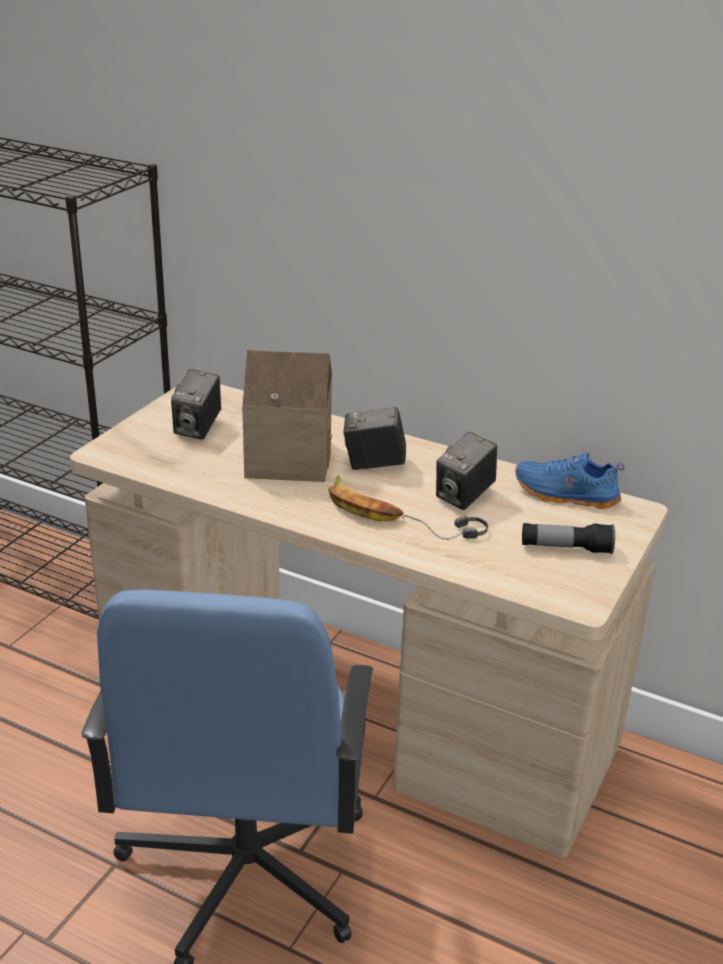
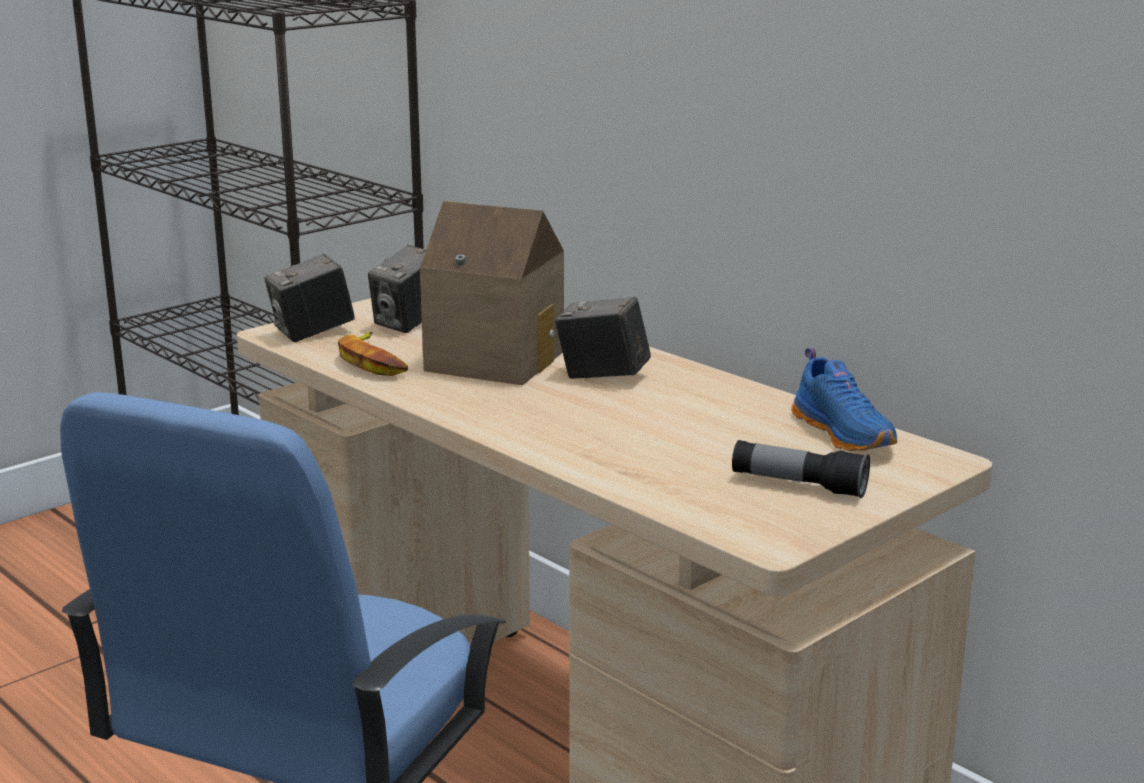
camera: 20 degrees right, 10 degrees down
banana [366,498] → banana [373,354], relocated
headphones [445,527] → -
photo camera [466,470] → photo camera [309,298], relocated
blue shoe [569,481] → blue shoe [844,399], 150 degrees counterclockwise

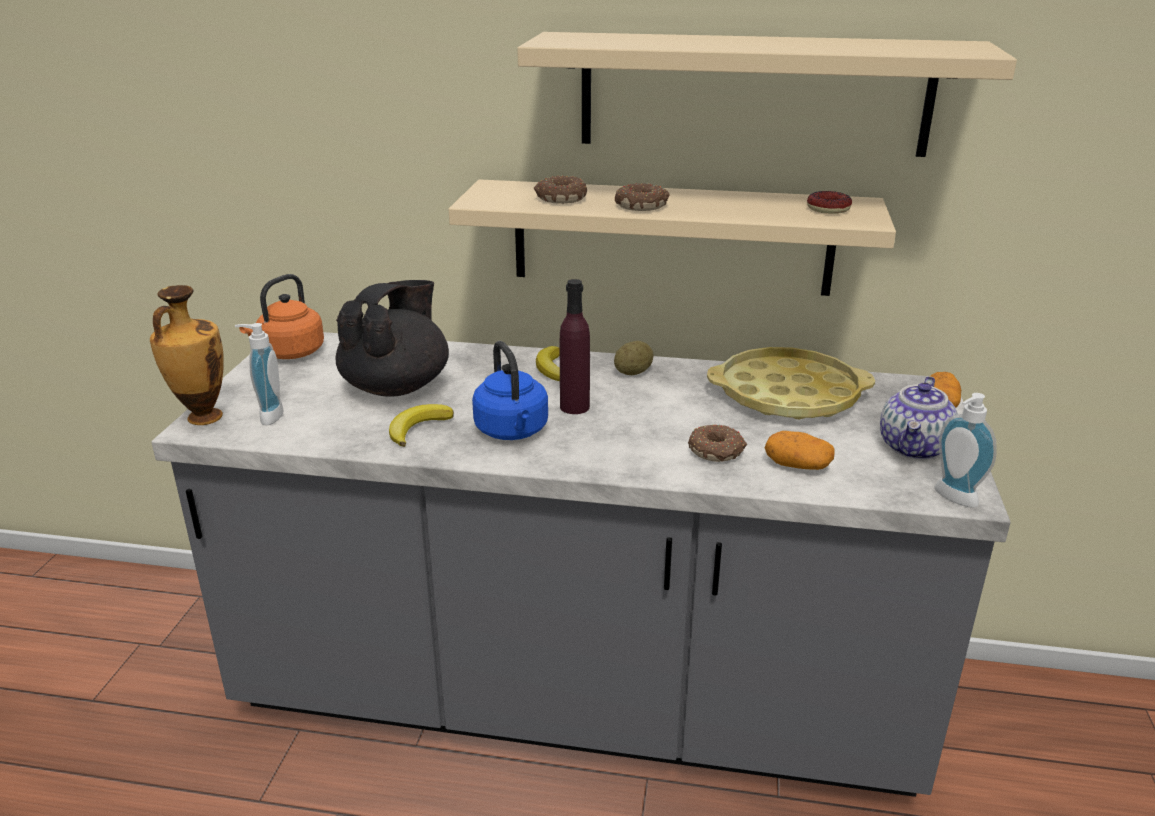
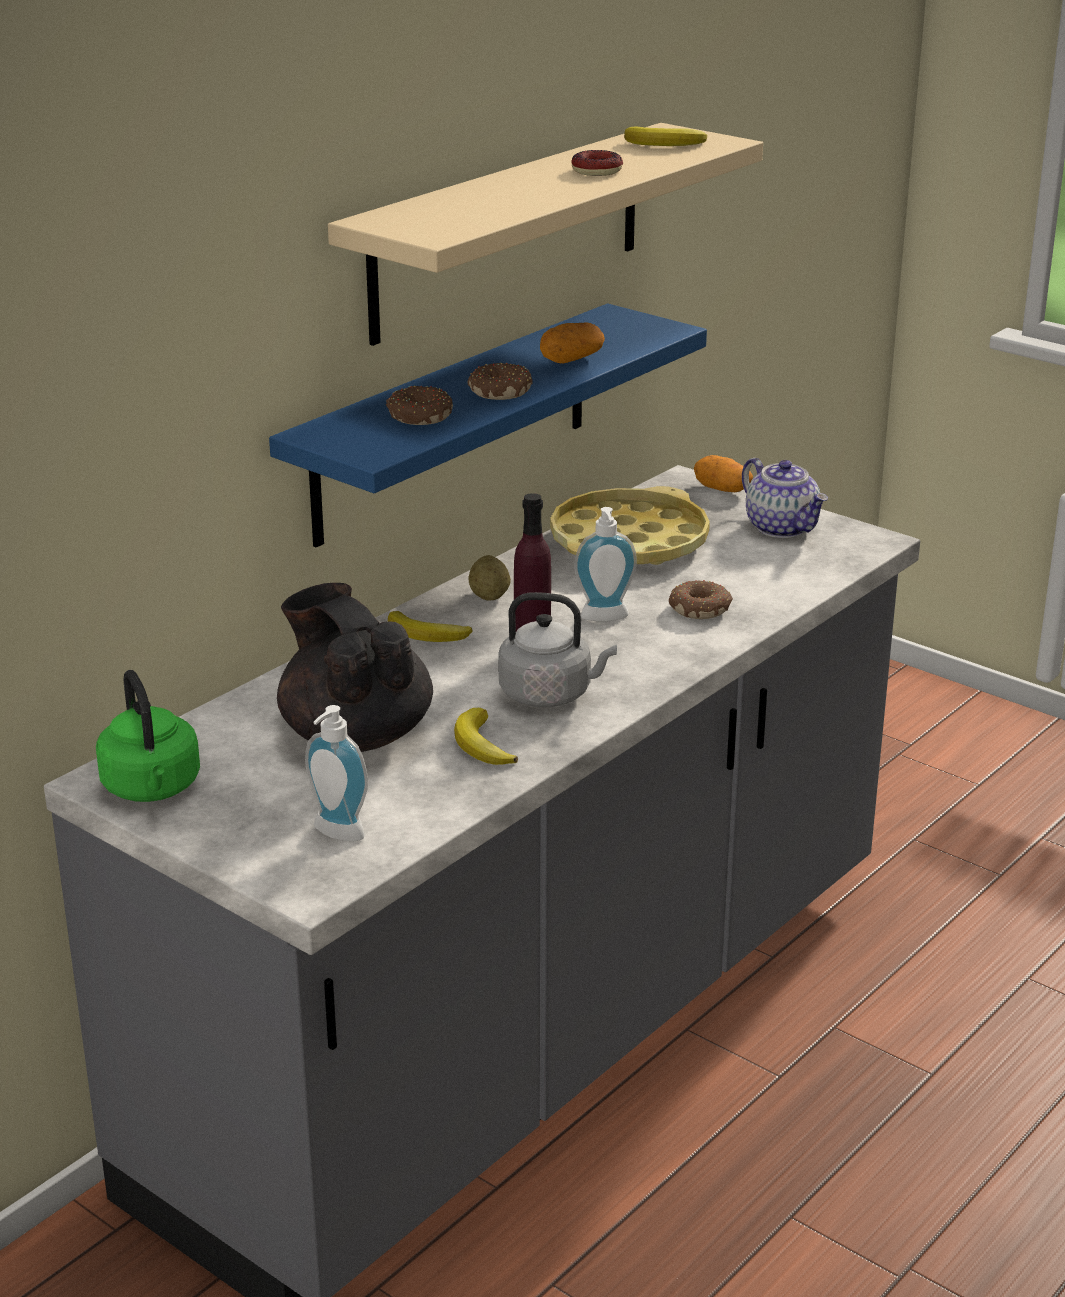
camera: 60 degrees left, 0 degrees up
vase [187,355] → -
orange kettle [281,316] → green kettle [148,736]
beige shelf [672,237] → blue shelf [488,425]
blue kettle [510,390] → grey kettle [557,649]
potato [799,450] → potato [572,343], relocated
donut [829,202] → donut [597,163], relocated
soap dispenser [966,450] → soap dispenser [605,564], relocated
- → banana [665,136]

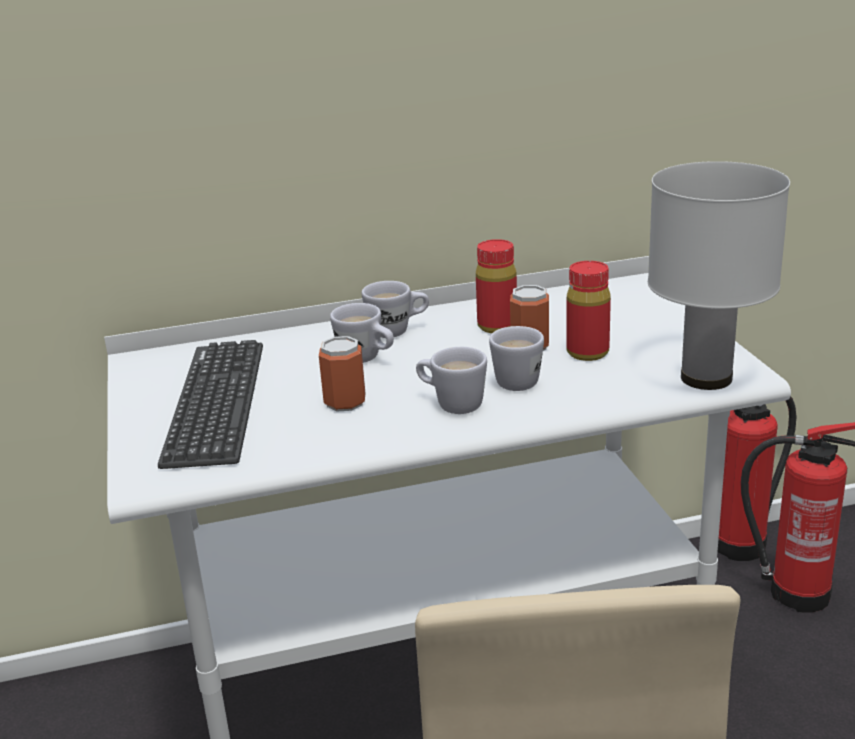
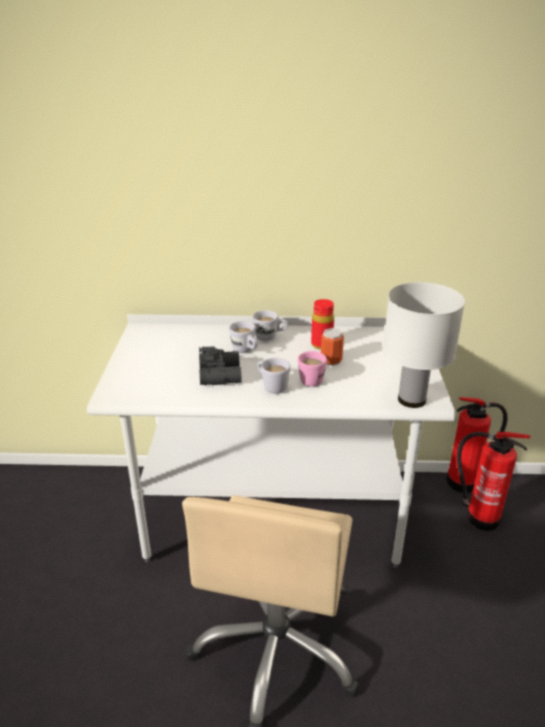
camera: 15 degrees right, 5 degrees up
keyboard [210,404] → -
can [342,373] → black binoculars [220,365]
white mug [516,358] → pink mug [312,369]
red bottle [588,311] → -

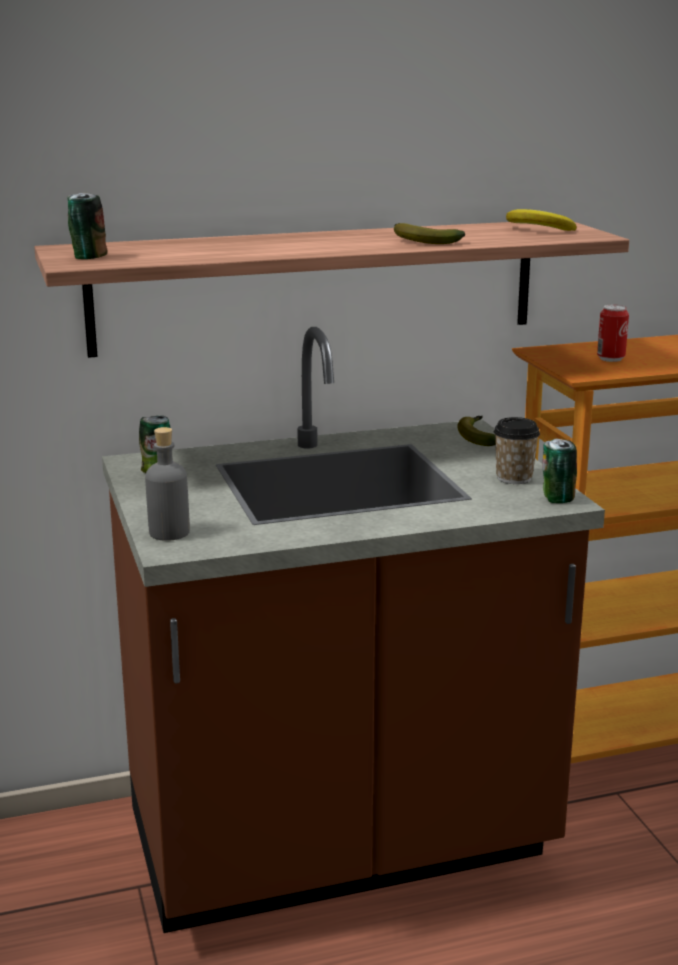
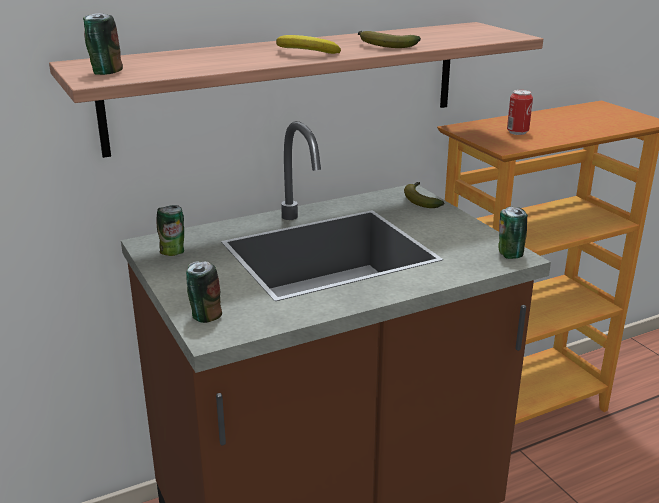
camera: 10 degrees left, 5 degrees up
grey bottle [167,484] → can [204,292]
cup [517,450] → -
banana [541,220] → banana [308,44], relocated

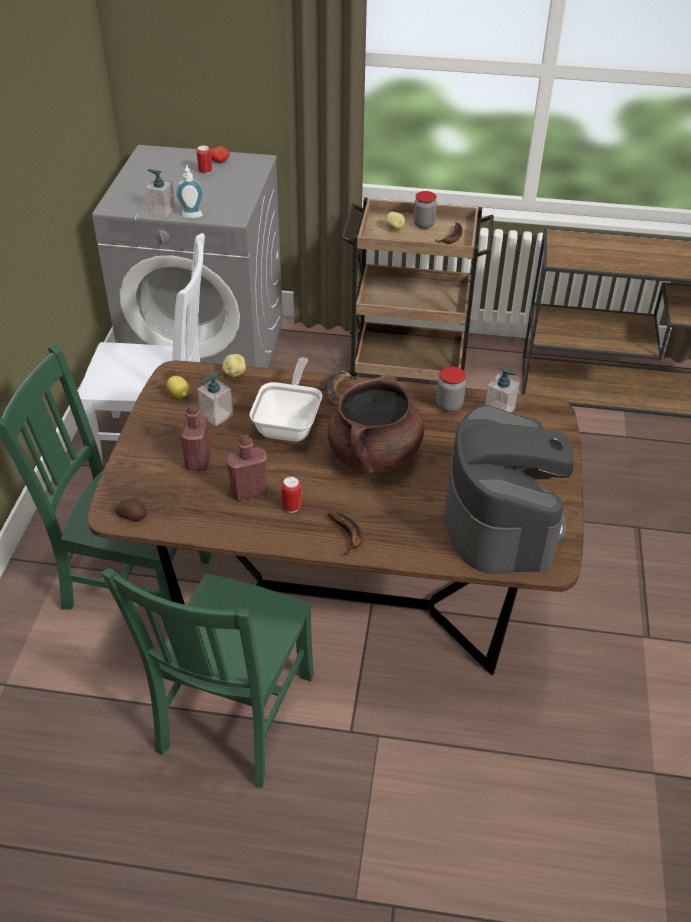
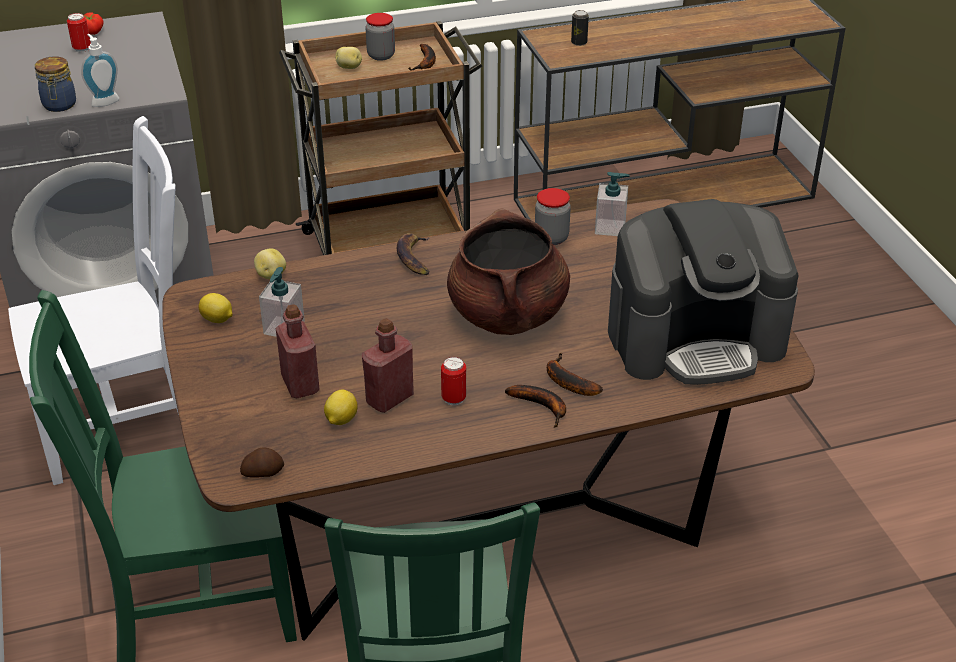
camera: 25 degrees left, 5 degrees down
soap dispenser [160,193] → jar [55,84]
frying pan [285,399] → -
coffee machine [509,489] → coffee machine [703,292], 105 degrees clockwise
- → lemon [340,407]
- → banana [575,374]
- → can [580,28]

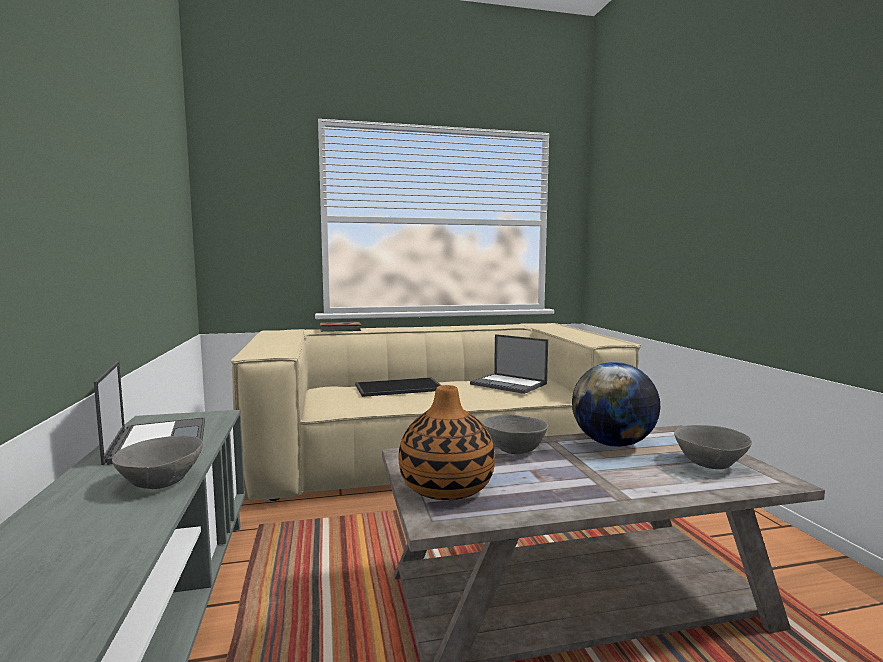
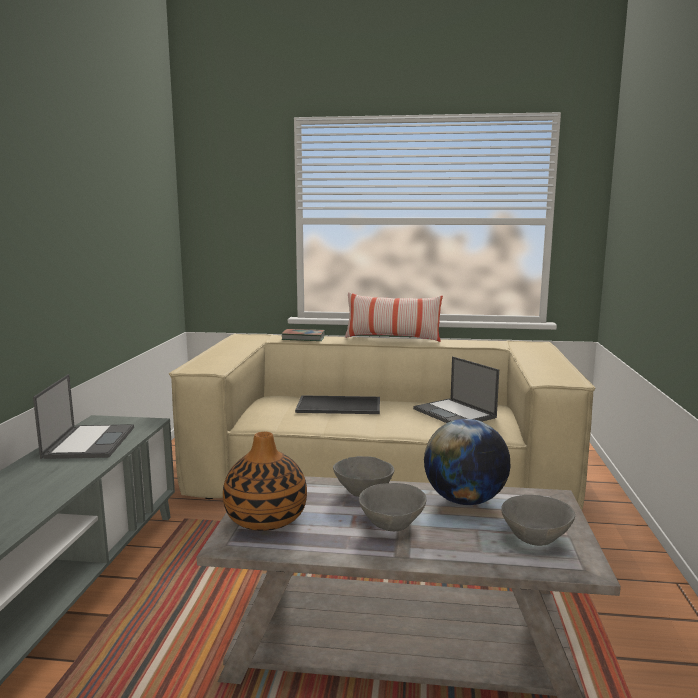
camera: 20 degrees right, 5 degrees up
grey bowl [157,462] → grey bowl [393,507], relocated
- → pillow [394,317]

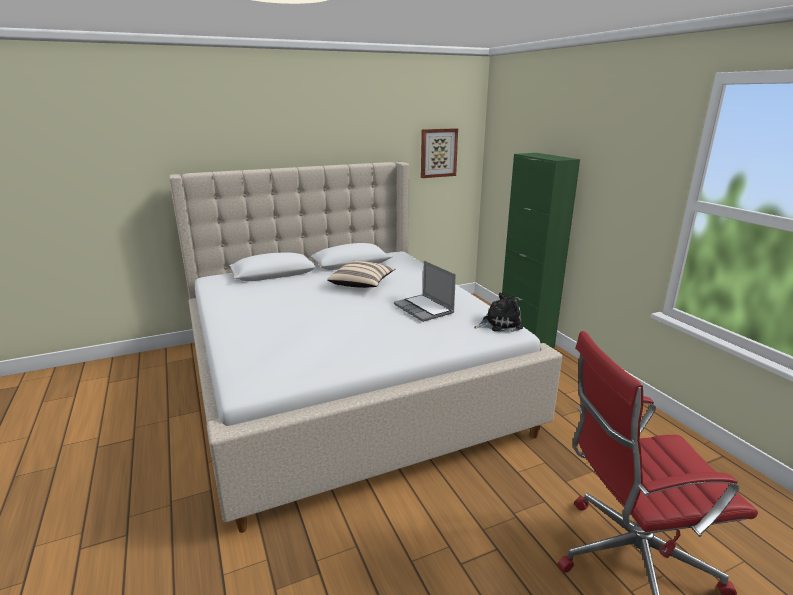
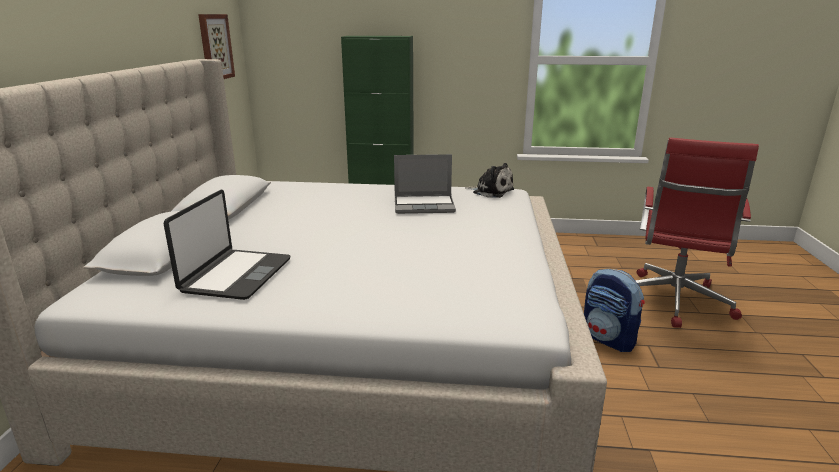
camera: 60 degrees left, 0 degrees up
beige pillow [361,274] → -
plush toy [498,312] → plush toy [489,180], 105 degrees clockwise
- → laptop [227,245]
- → backpack [614,310]

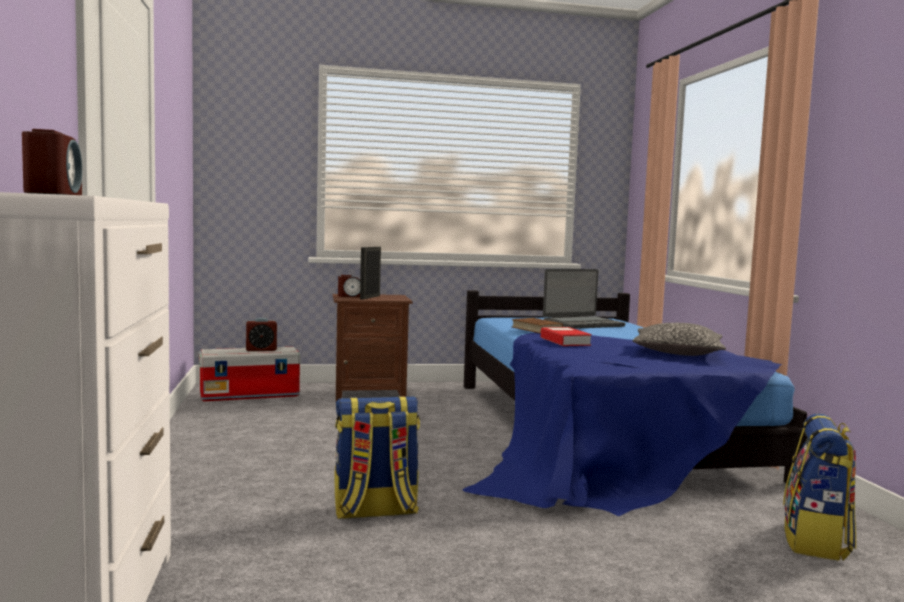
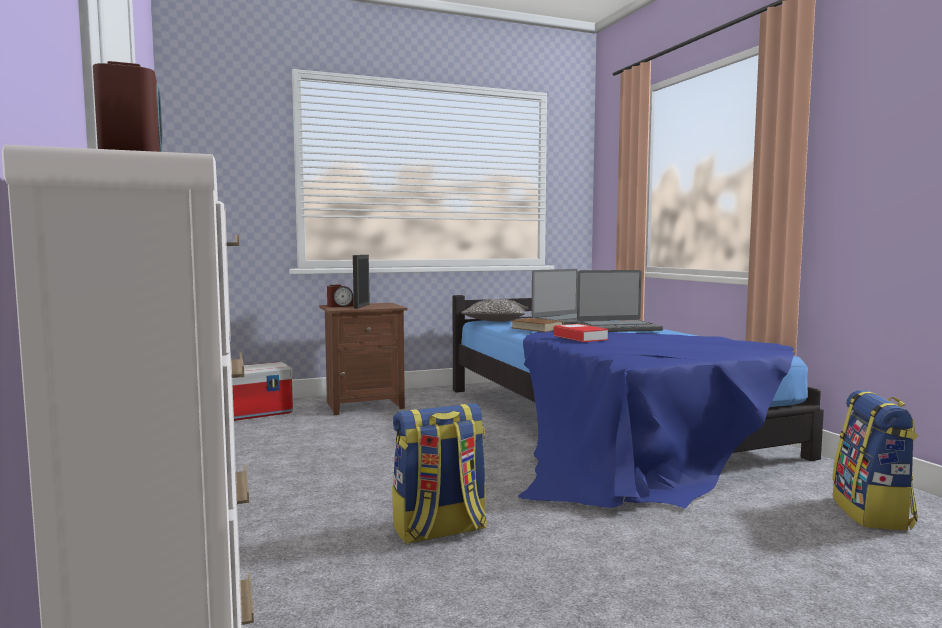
camera: 10 degrees left, 0 degrees up
alarm clock [261,334] → -
pillow [679,339] → pillow [494,310], relocated
- → laptop [620,301]

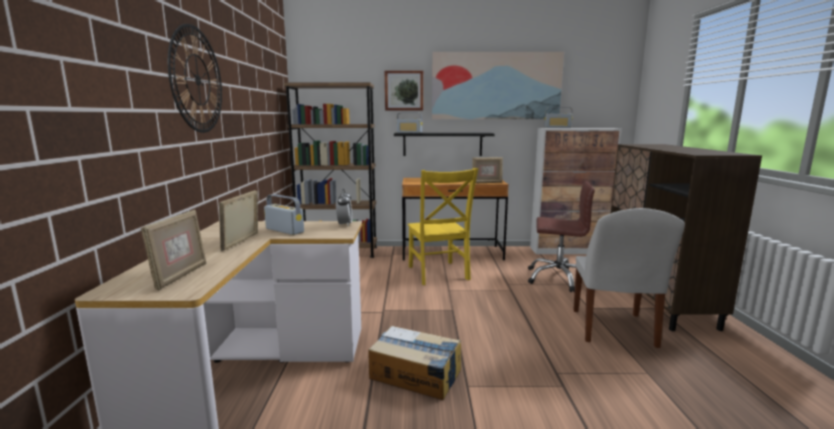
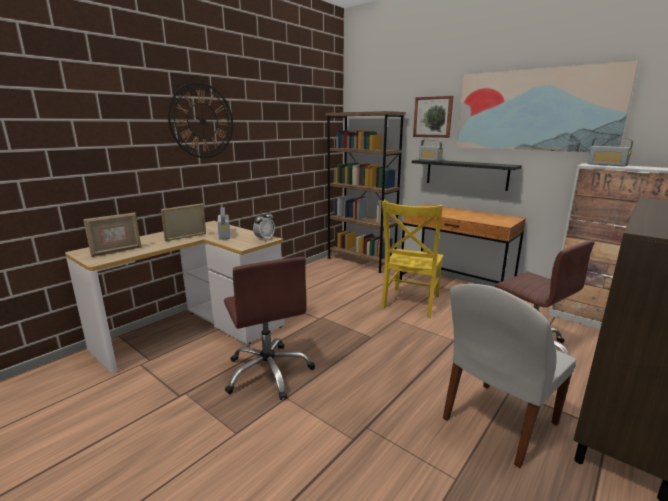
camera: 40 degrees right, 5 degrees up
cardboard box [414,363] → brown office chair [269,328]
picture frame [487,170] → -

